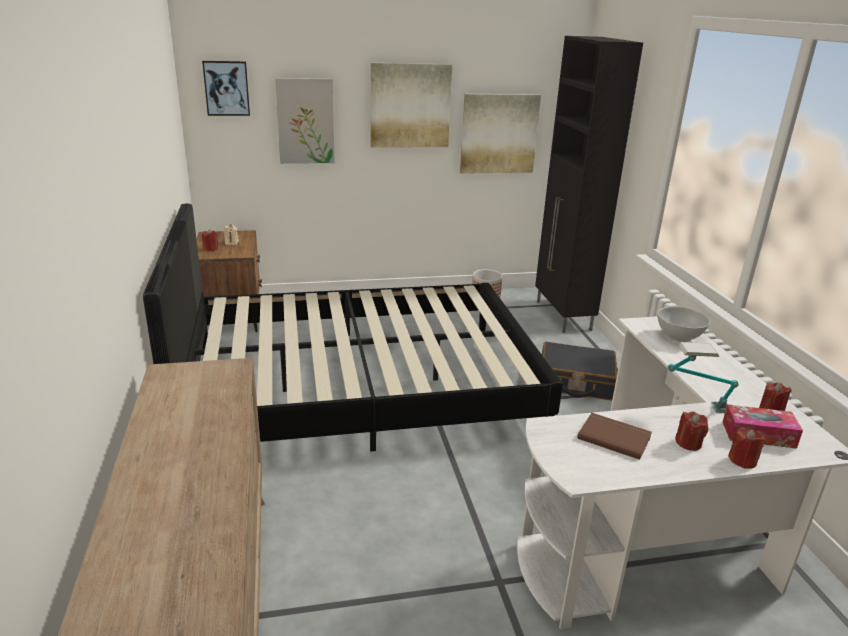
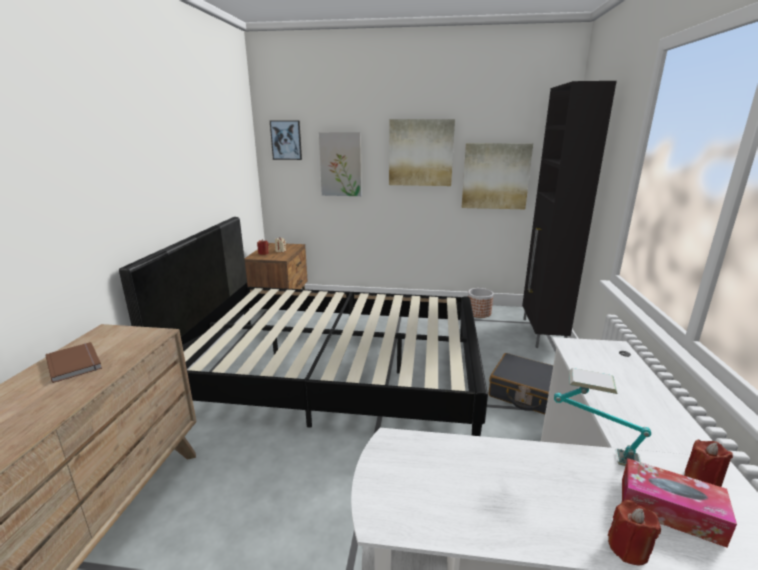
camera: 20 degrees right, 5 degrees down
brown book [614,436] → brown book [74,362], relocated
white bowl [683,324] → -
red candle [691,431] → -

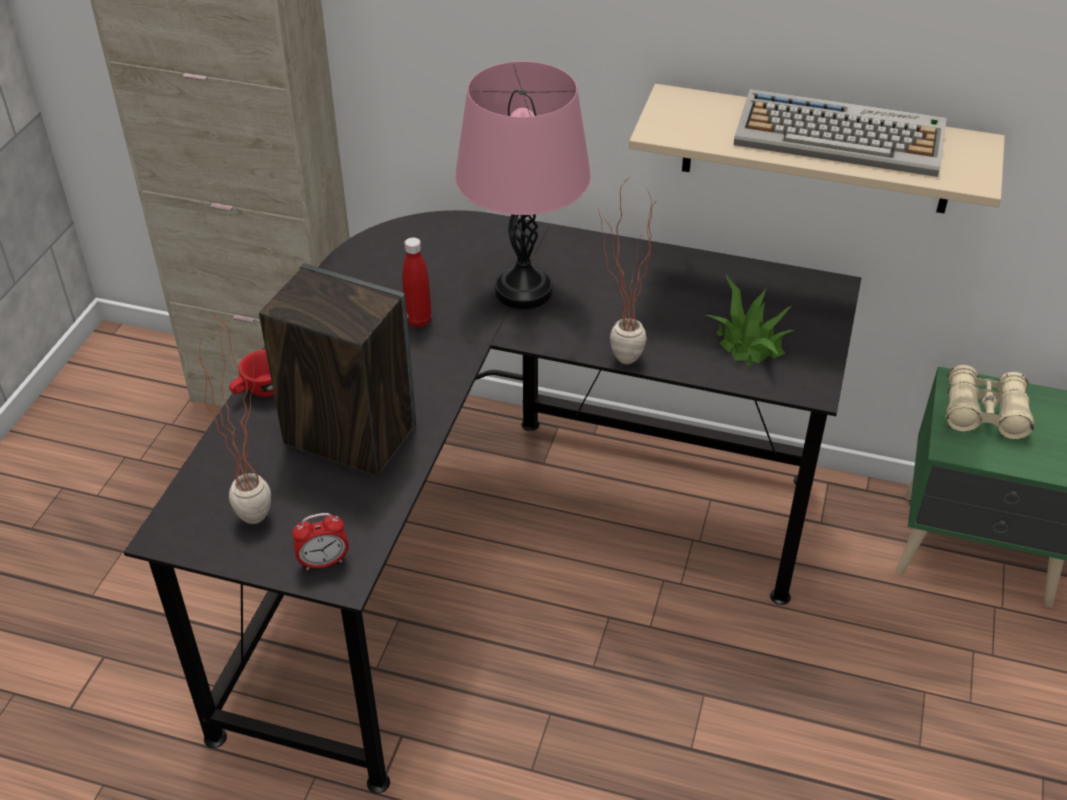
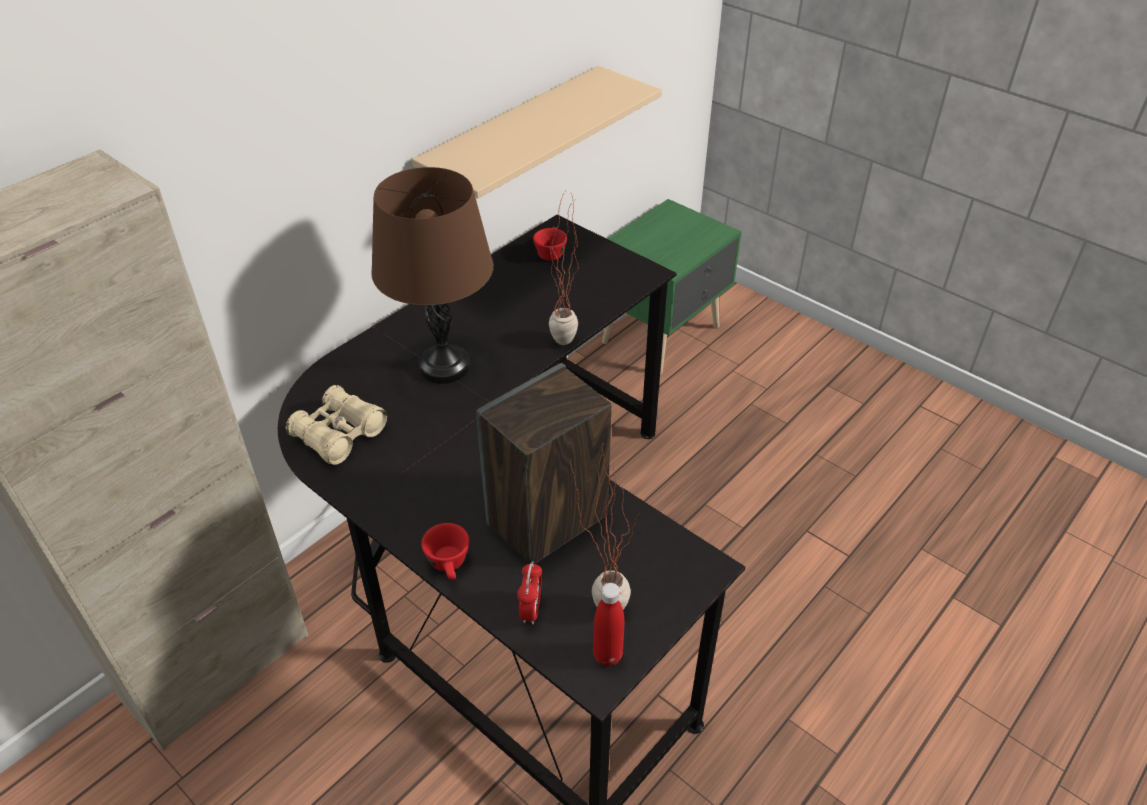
camera: 65 degrees left, 0 degrees up
alarm clock [320,542] → alarm clock [529,592], relocated
red bottle [417,282] → red bottle [609,625], relocated
pink table lamp [523,185] → brown table lamp [432,275]
potted plant [750,320] → -
keyboard [840,133] → -
beige binoculars [990,402] → beige binoculars [336,425], relocated
- → red cup [550,244]

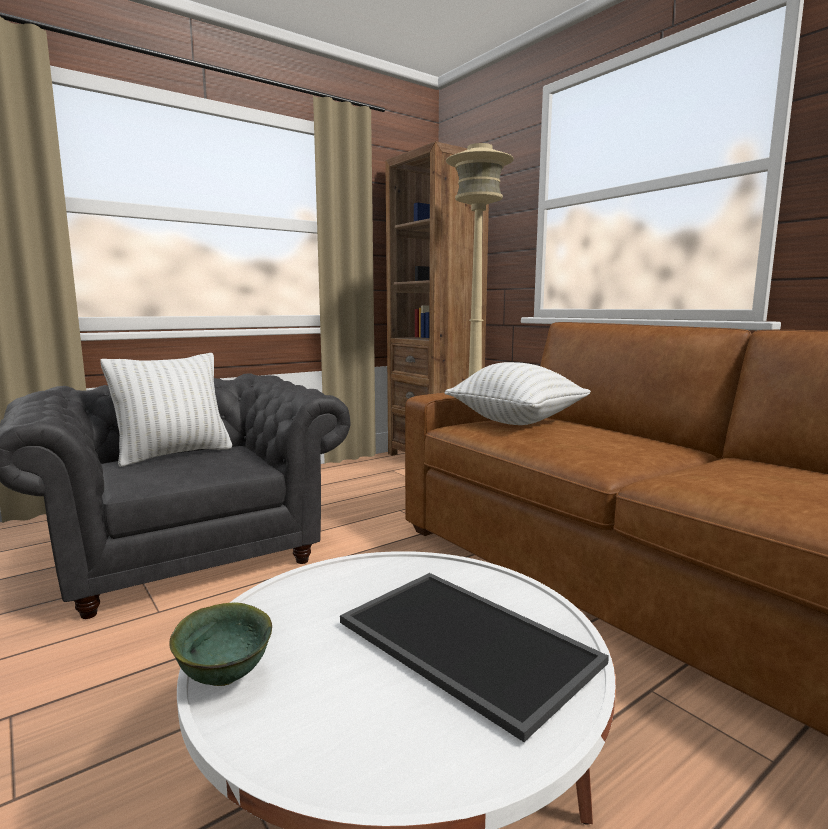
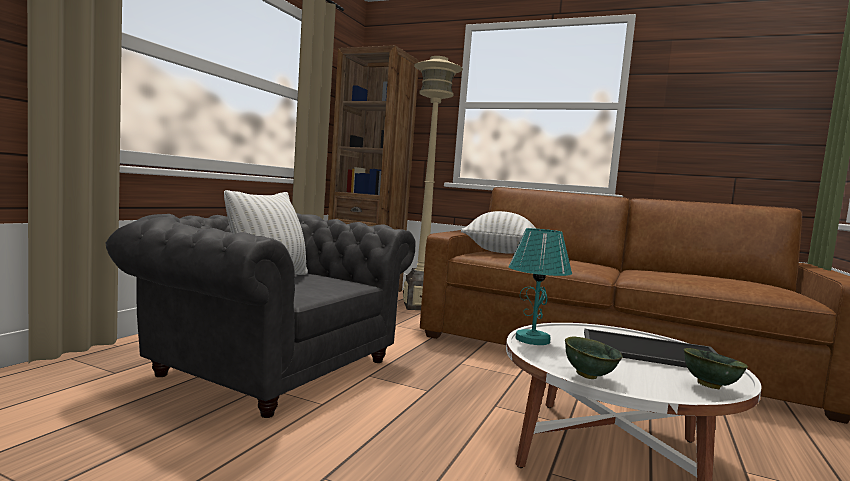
camera: 30 degrees left, 5 degrees down
- → turquoise table lamp [540,286]
- → green bowl [716,368]

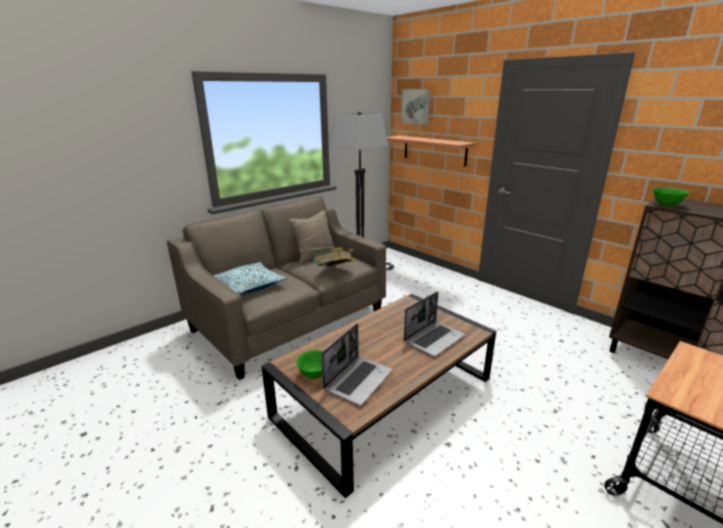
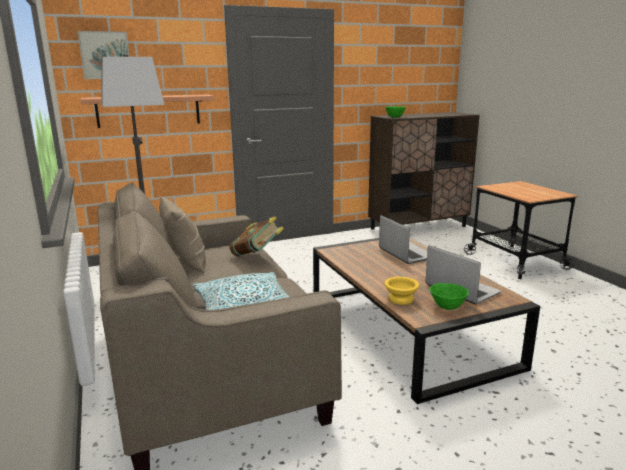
camera: 70 degrees left, 5 degrees down
- → yellow bowl [401,291]

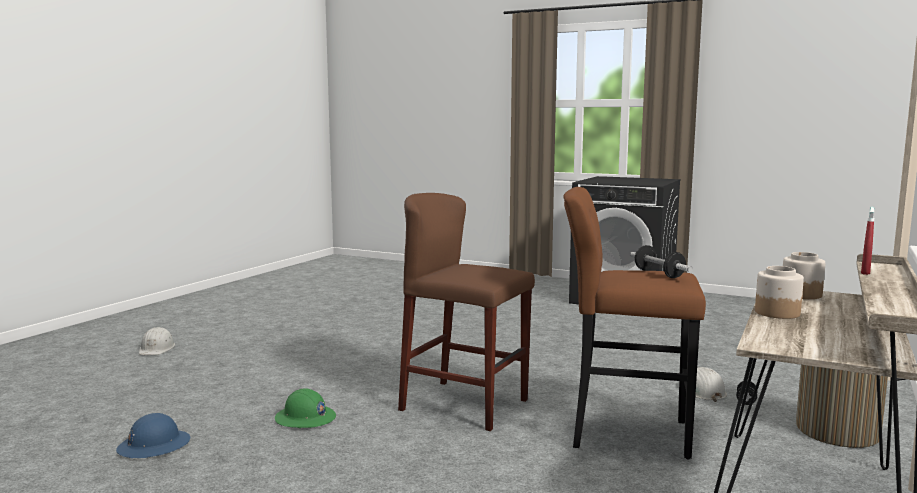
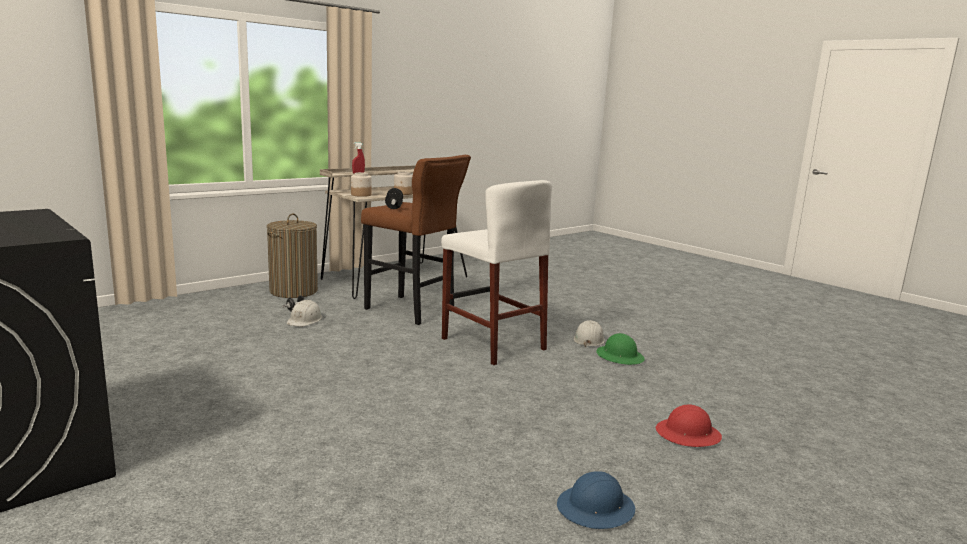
camera: 160 degrees left, 5 degrees up
blue hard hat [153,435] → blue hard hat [596,500], relocated
white hard hat [157,341] → white hard hat [589,333], relocated
brown stool [466,312] → white stool [496,272]
- → red hard hat [689,426]

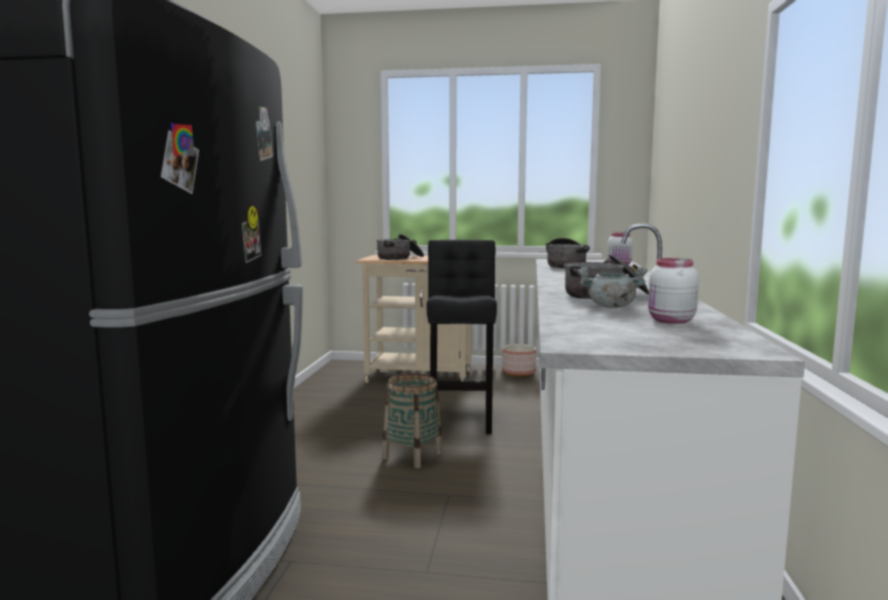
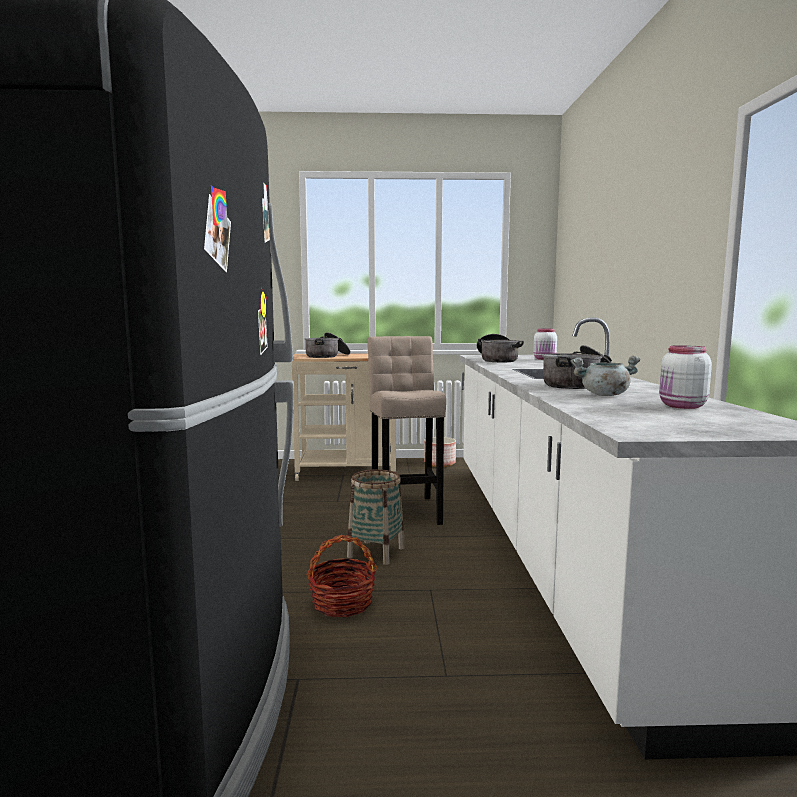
camera: 10 degrees left, 0 degrees up
black stool [462,337] → beige stool [406,430]
- → basket [342,576]

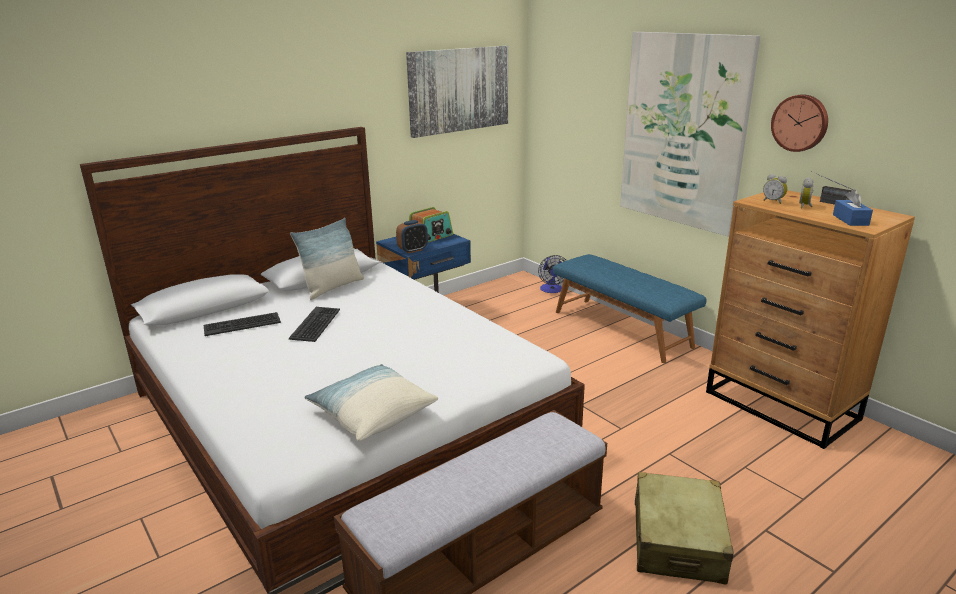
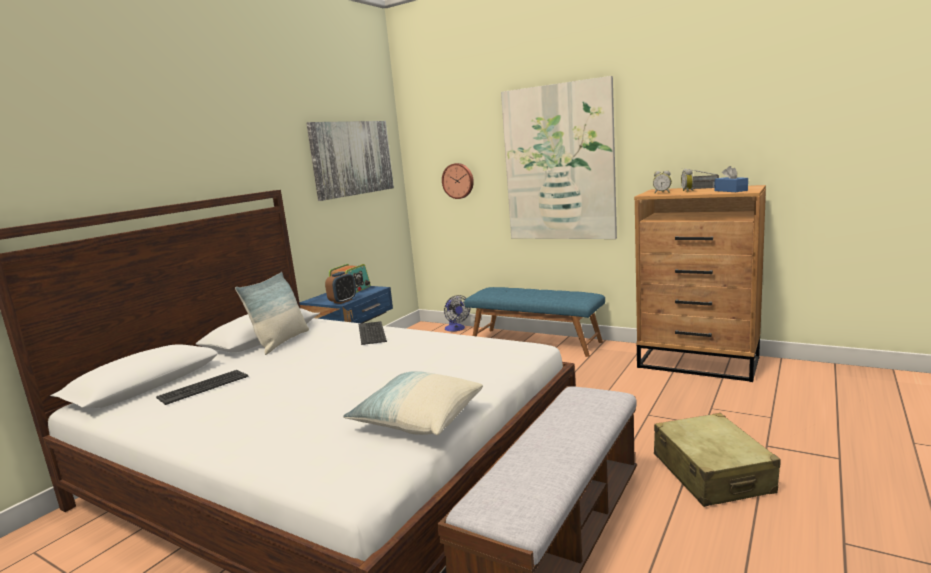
camera: 20 degrees left, 10 degrees down
keyboard [314,324] → keyboard [373,333], relocated
wall clock [799,123] → wall clock [458,181], relocated

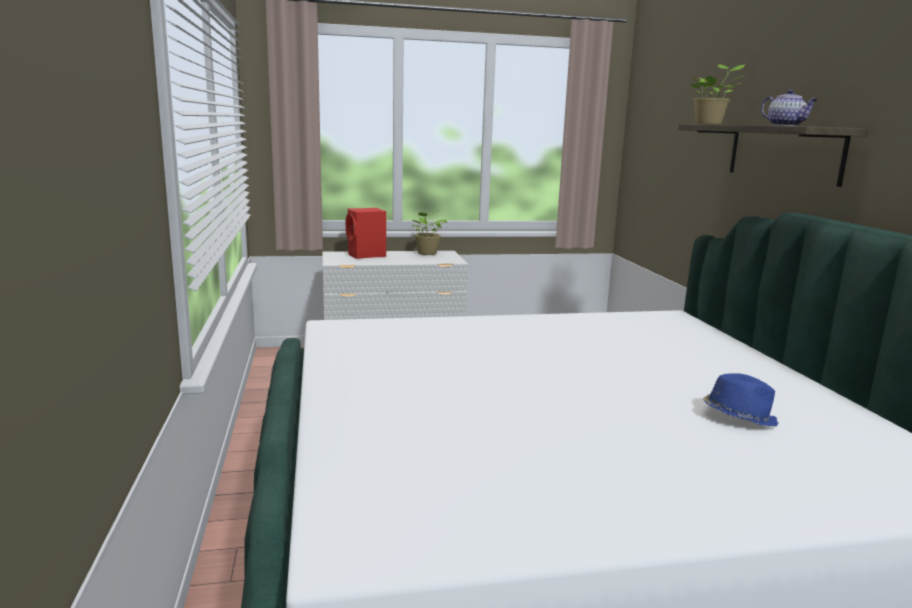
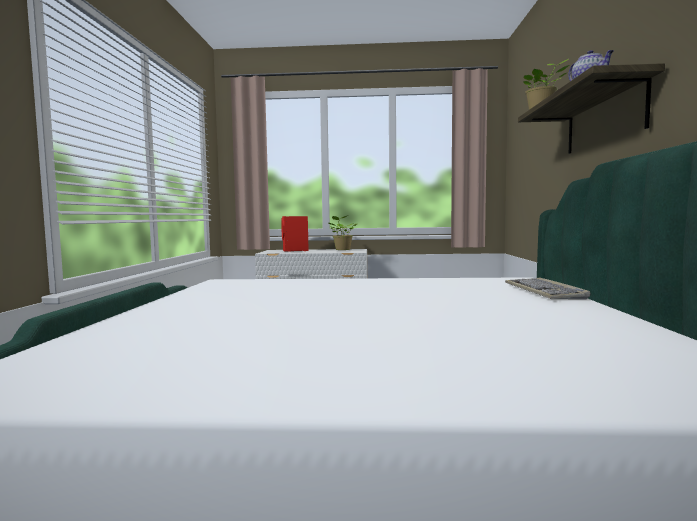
camera: 15 degrees right, 10 degrees down
blue hat [740,400] → -
- → keyboard [548,289]

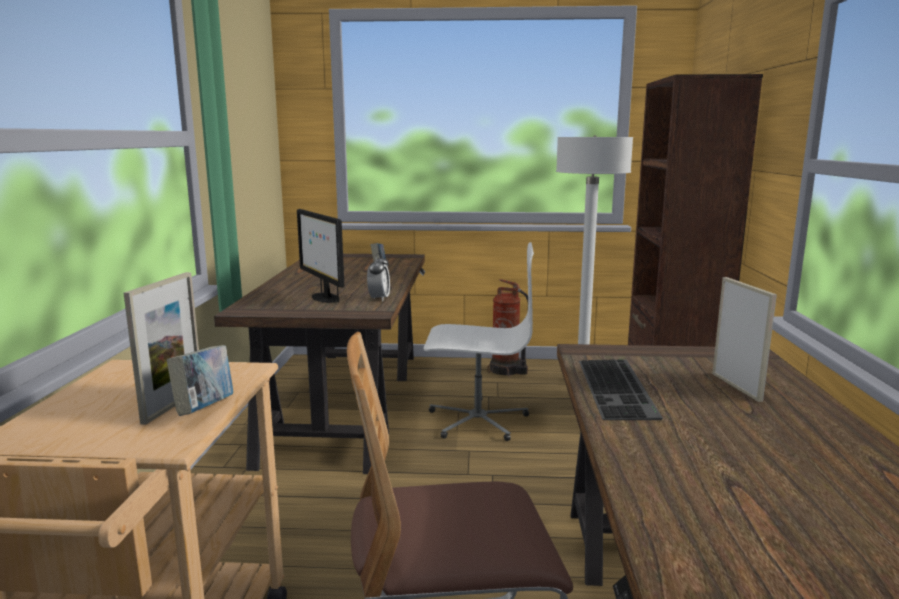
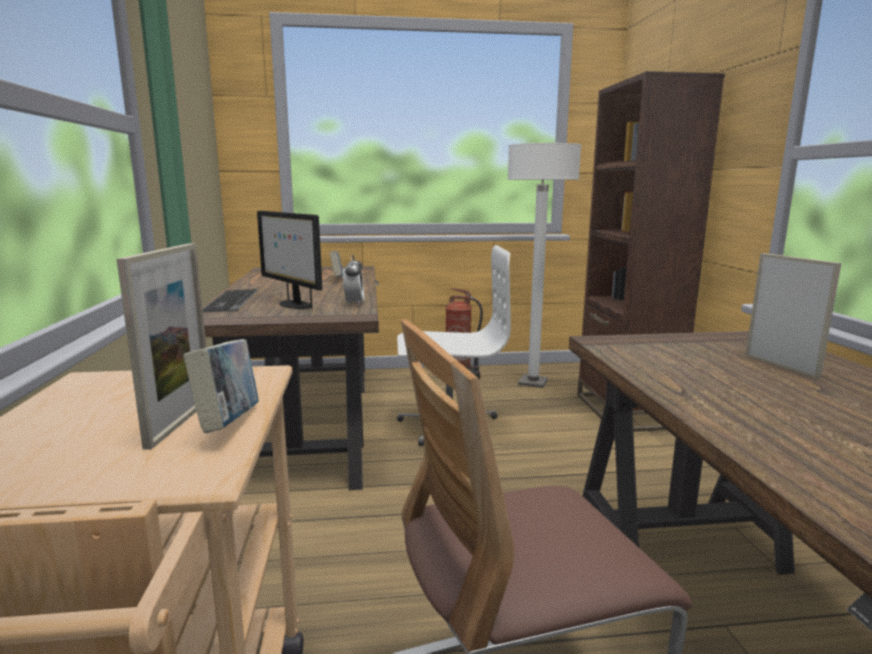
camera: 10 degrees left, 0 degrees up
keyboard [621,389] → keyboard [231,301], relocated

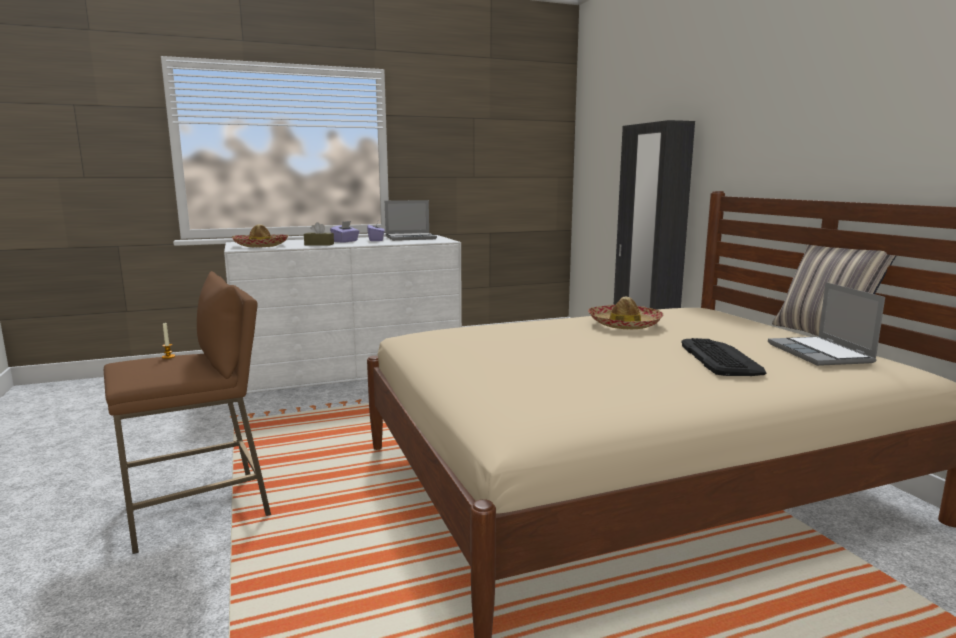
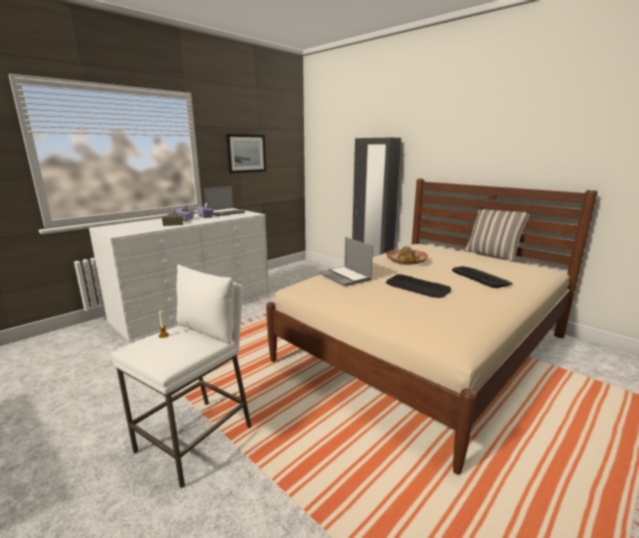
camera: 25 degrees left, 5 degrees up
brown stool [187,412] → white stool [181,376]
hat [260,235] → -
laptop [826,324] → laptop [346,261], relocated
- → picture [246,153]
- → keyboard [418,286]

